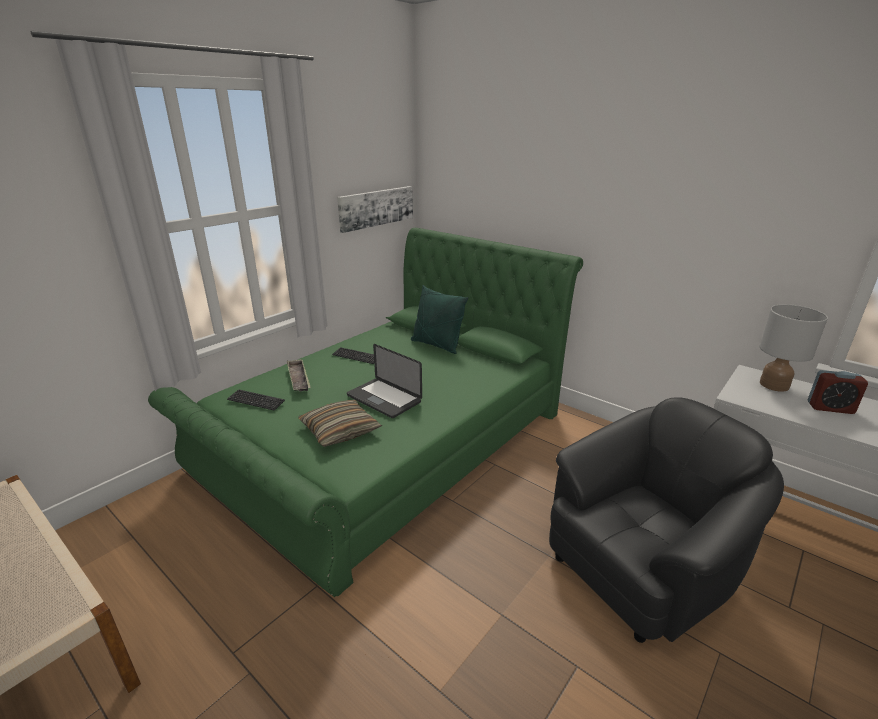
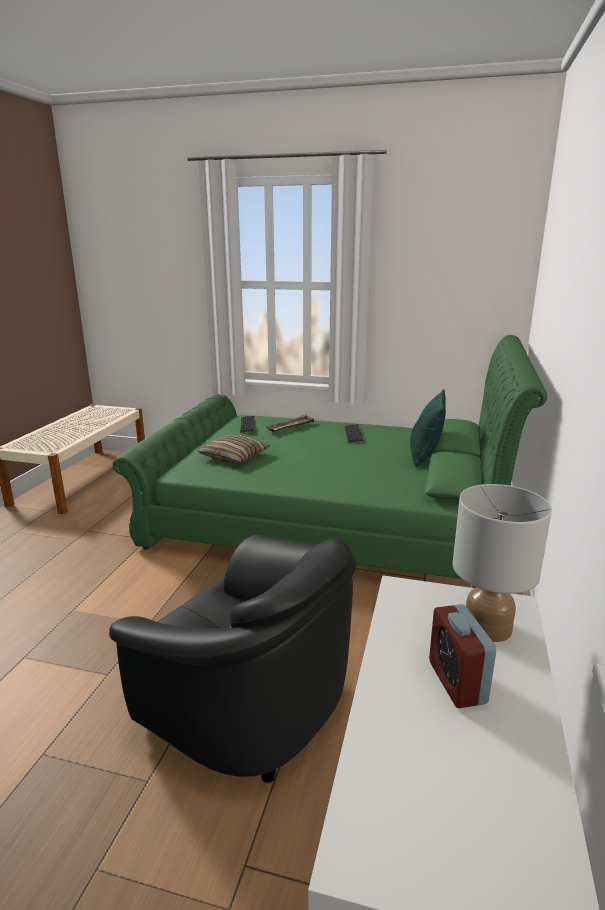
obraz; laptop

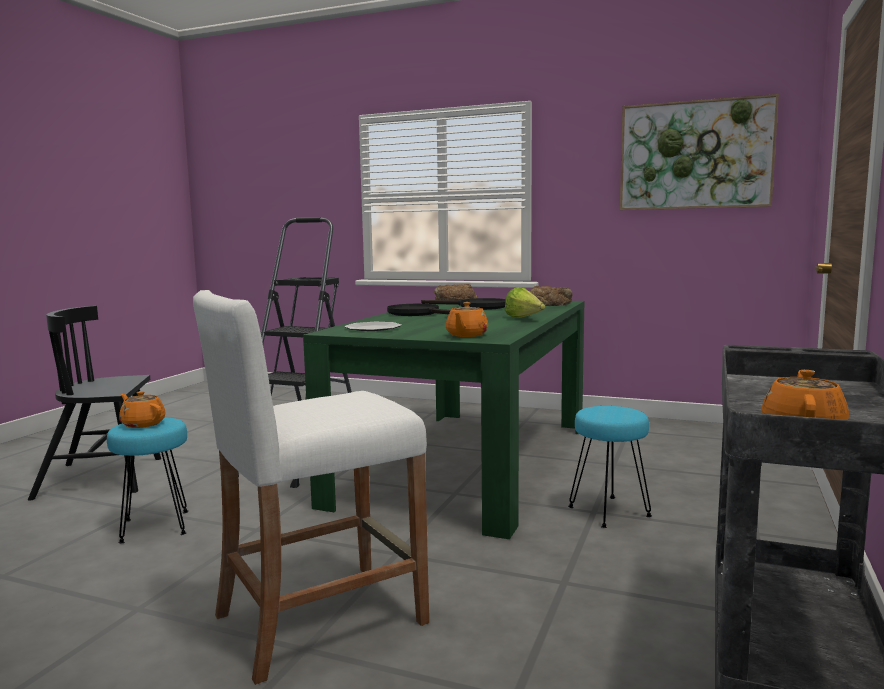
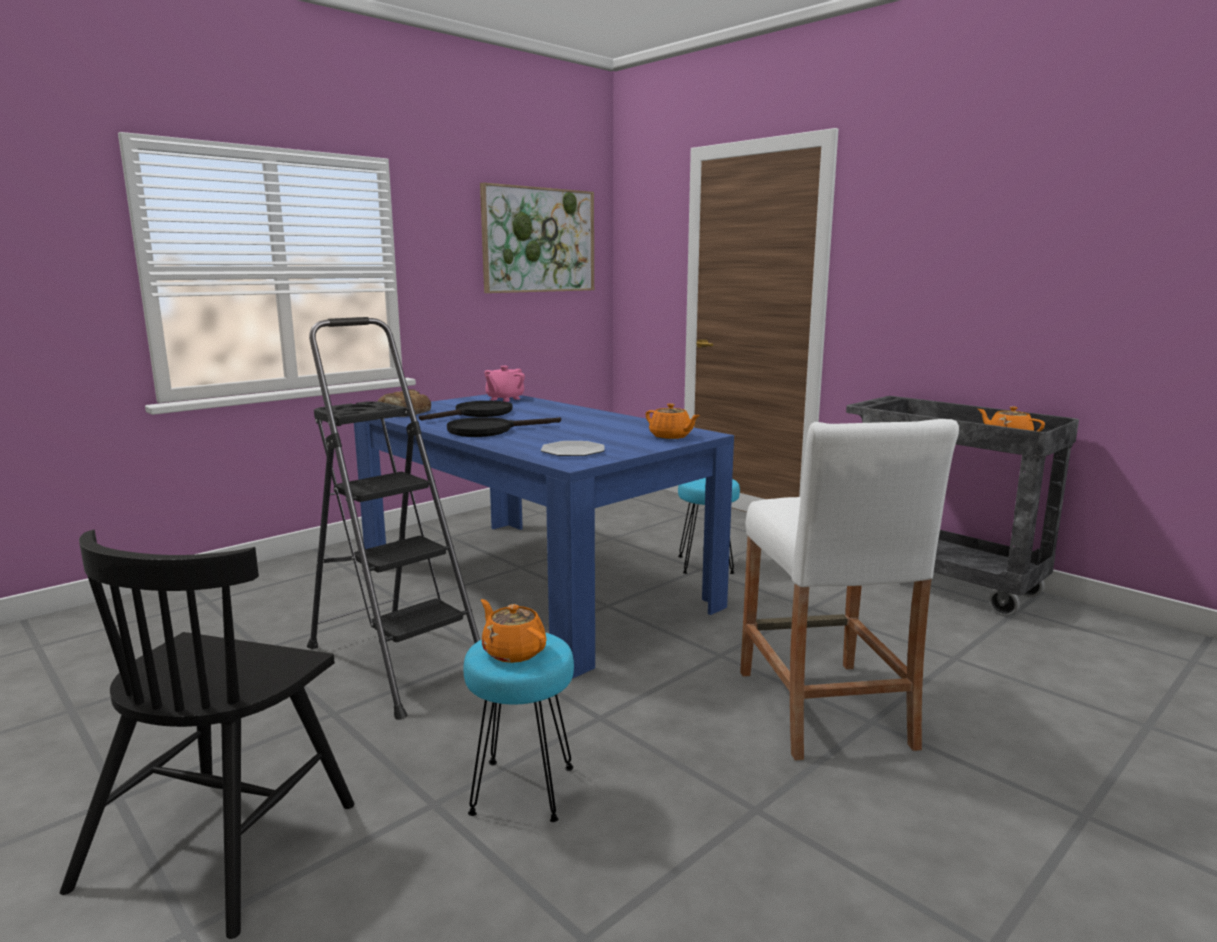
imbryk (różowy); sałata; stół jadalny (niebieski); imbryk (pomarańczowy) (1st from left)

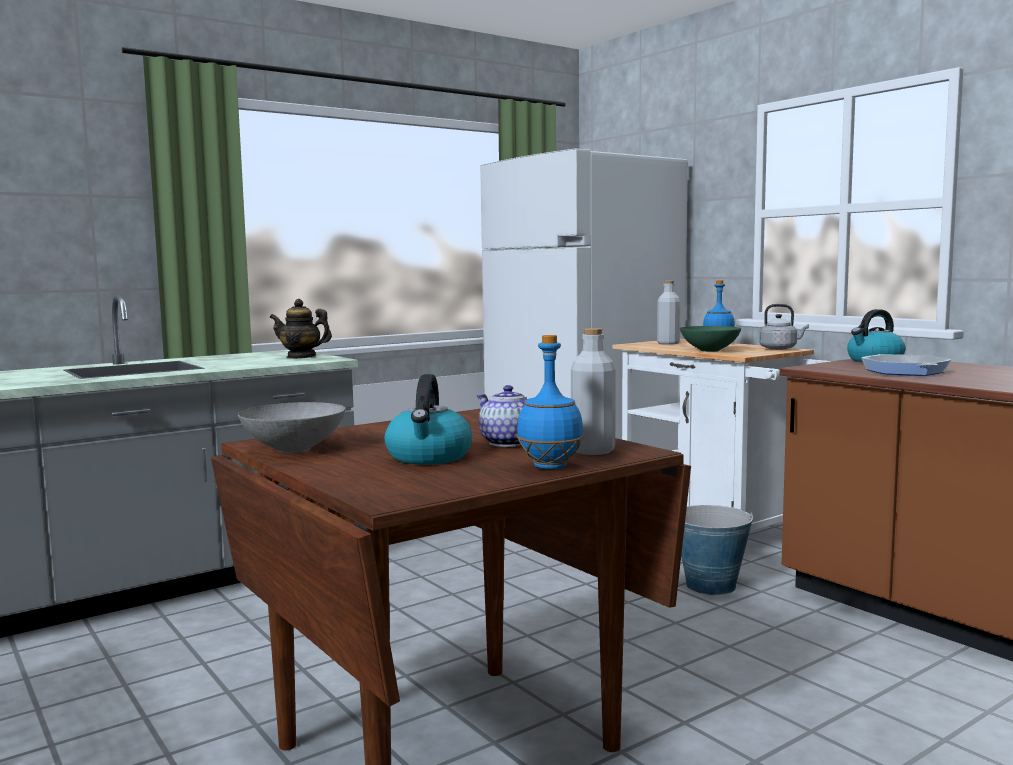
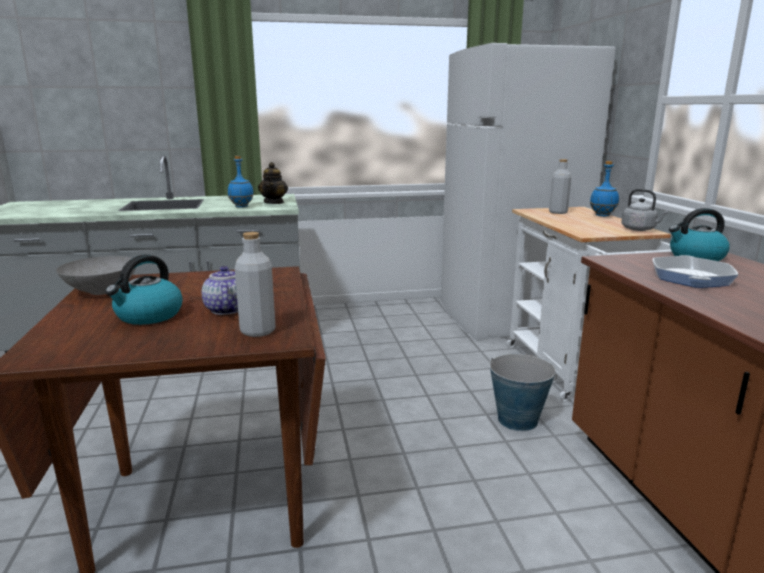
imbryk (2nd from left); miska (zielony); butelka (niebieski) (1st from left)

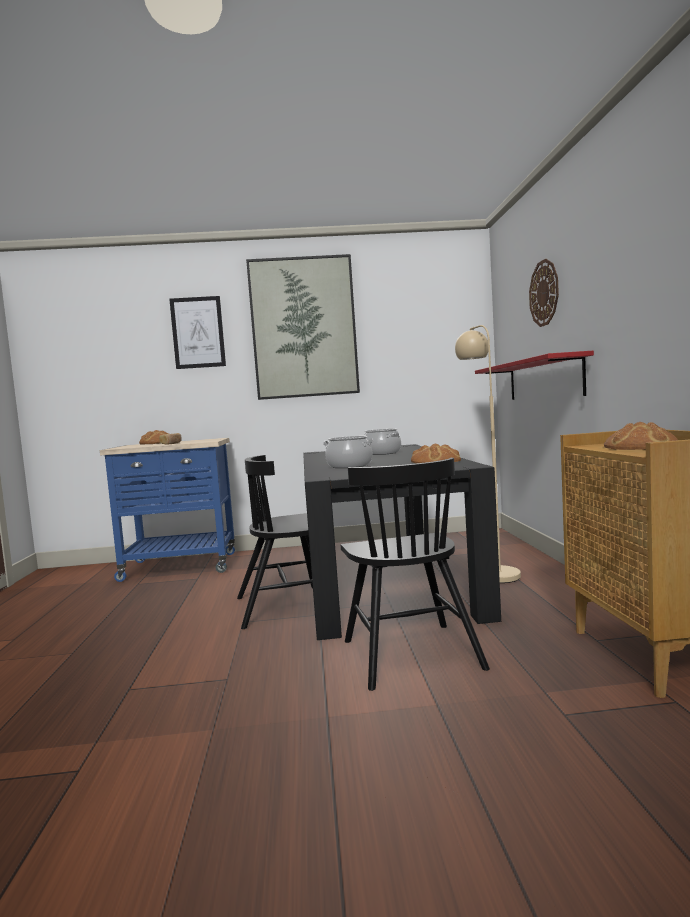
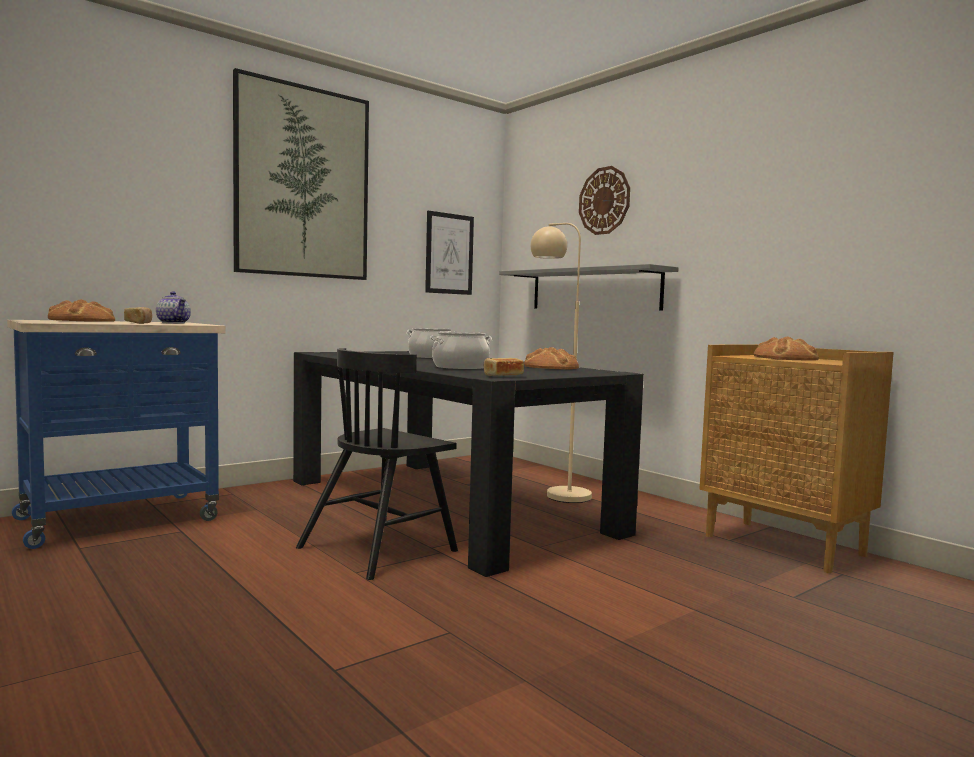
obraz (2nd from left); półka (szary); krzesło (czarny) (2nd from left in the first image); imbryk; chleb (3rd from left)

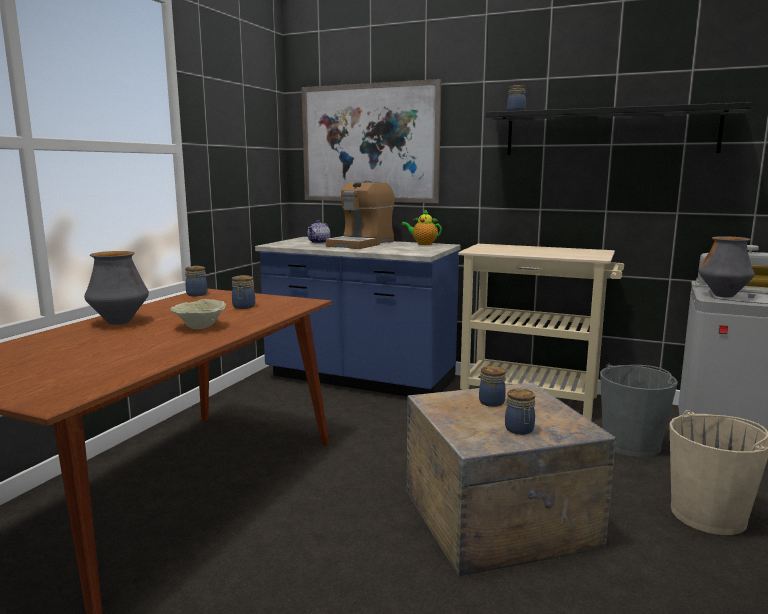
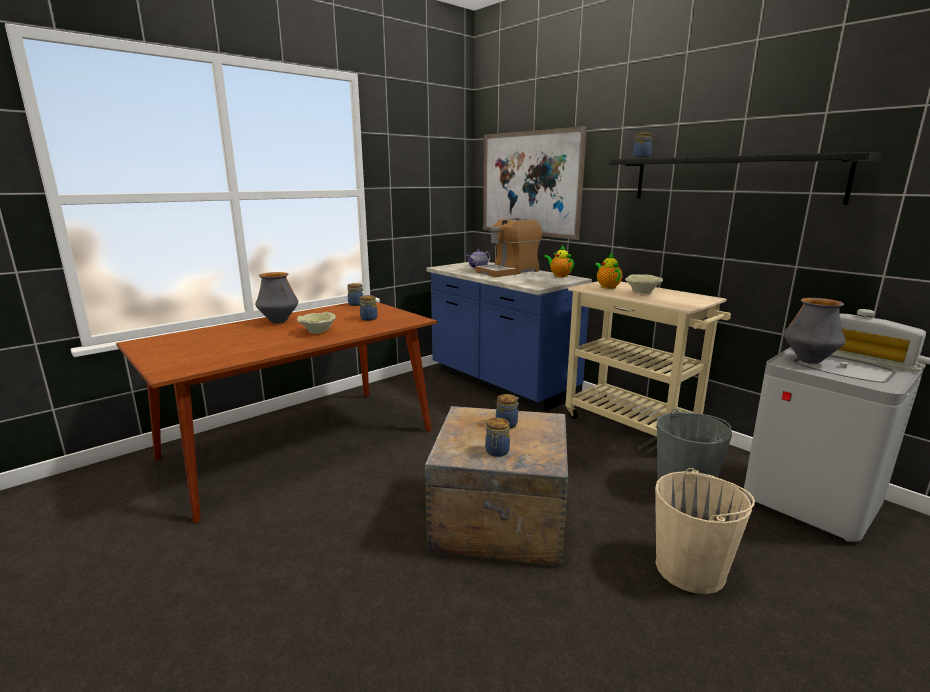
imbryk (3rd from left); miska (beżowy) (2nd from left)

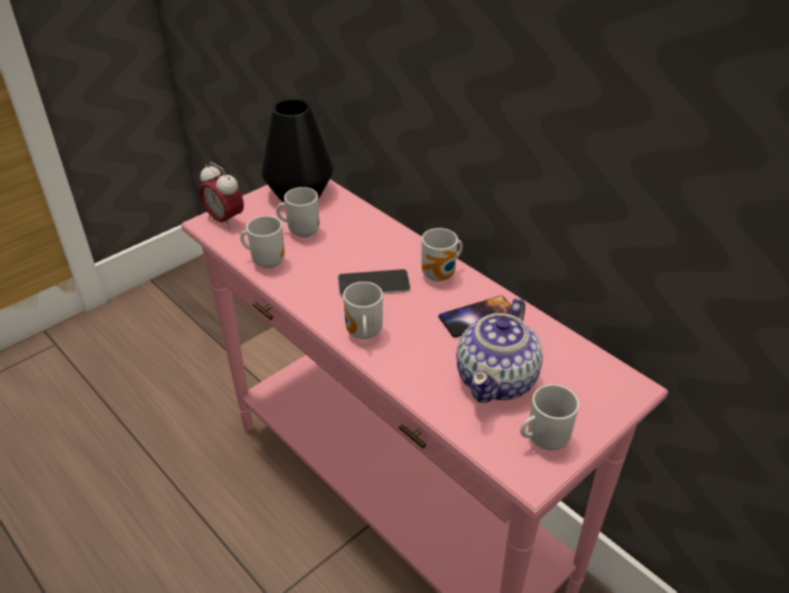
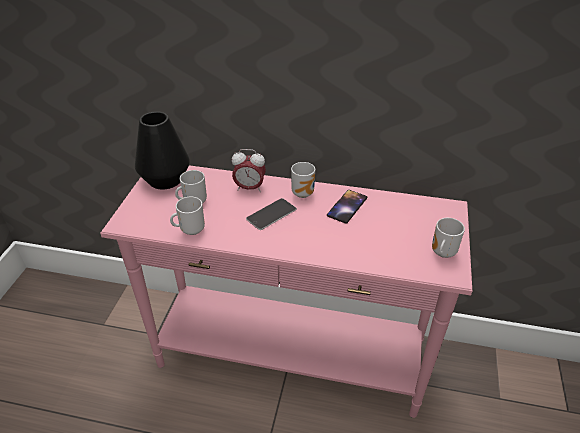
budzik; kubek (3rd from left in the first image); imbryk

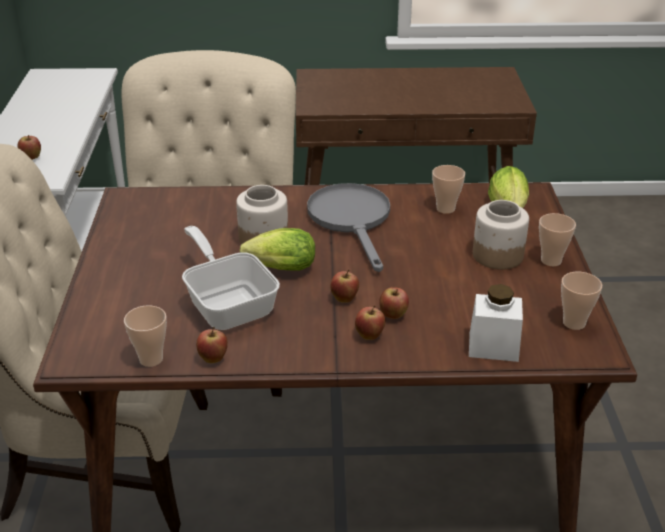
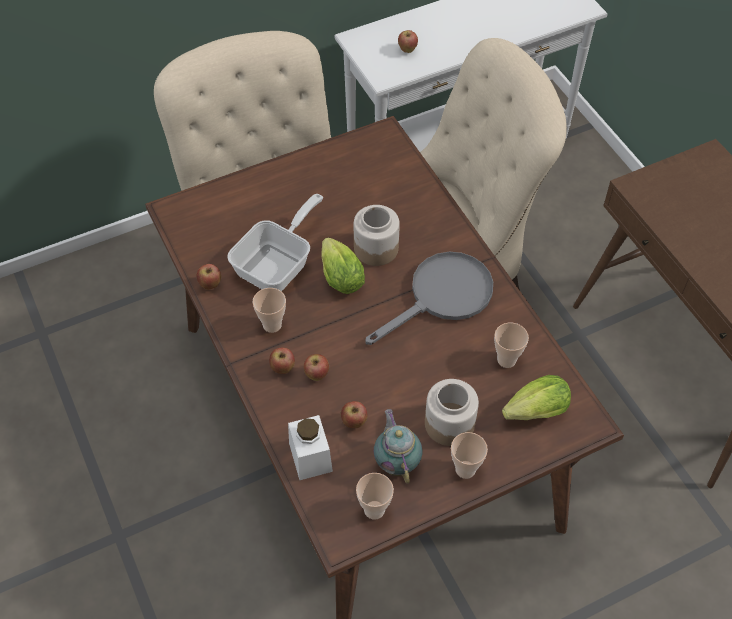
jabłko (4th from left); filiżanka (1st from left); imbryk

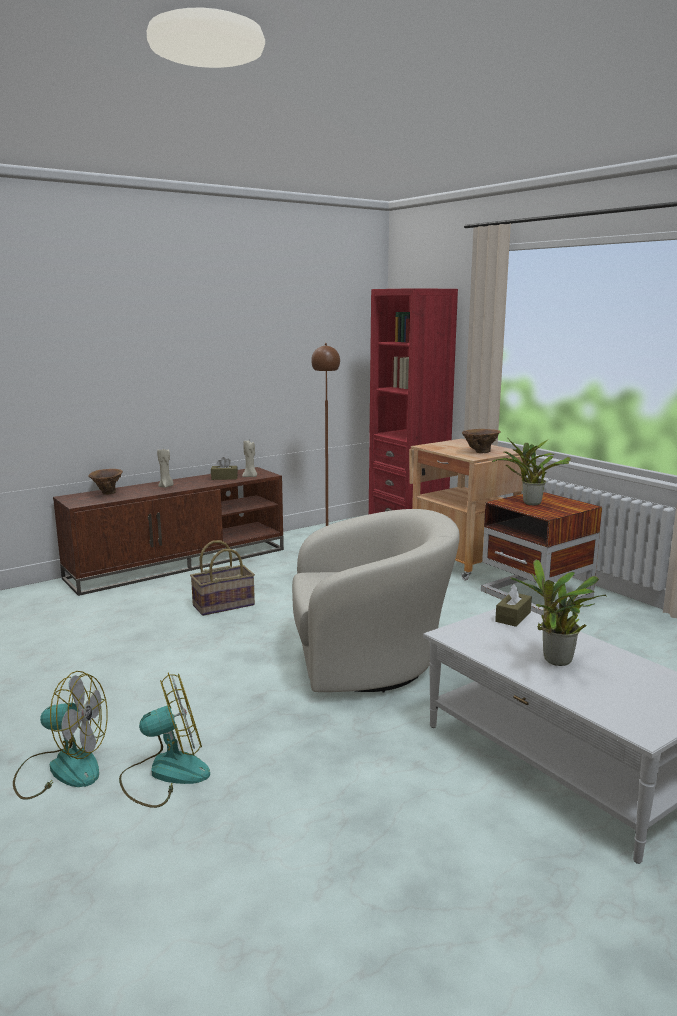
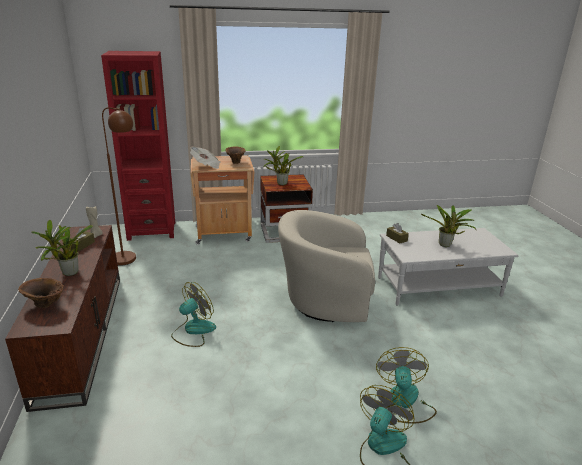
roślina doniczkowa (1st from left); fotel (beżowy); wentylator (1st from left); gazeta

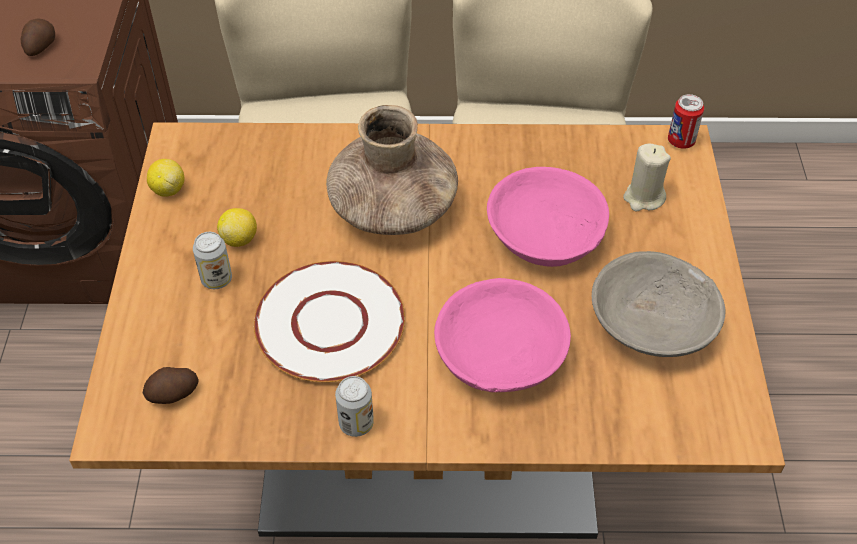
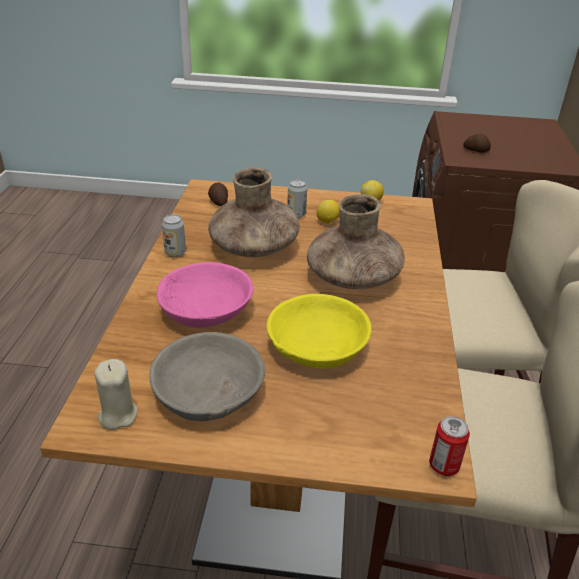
świeca (beżowy); miska (żółty); wazon (brązowy) (1st from left)

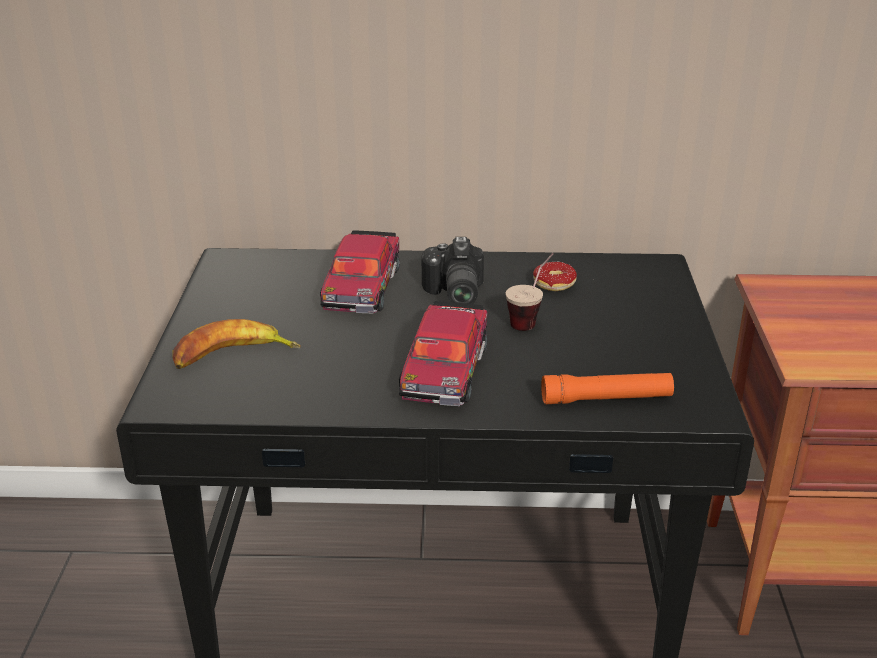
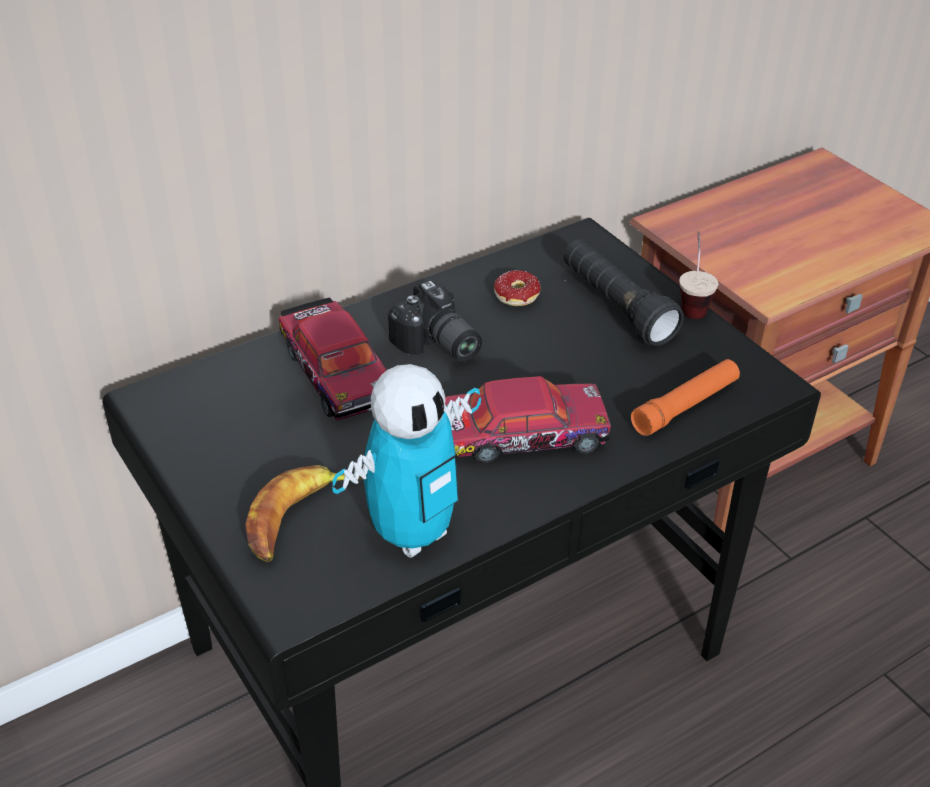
filiżanka; samochodzik (2nd from left); latarka (czarny); robot zabawkowy

